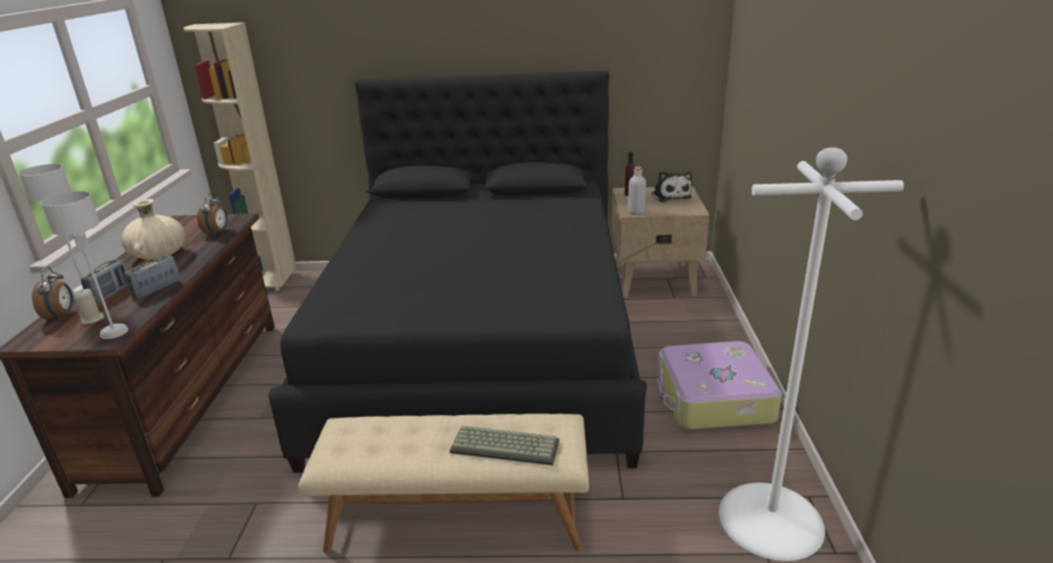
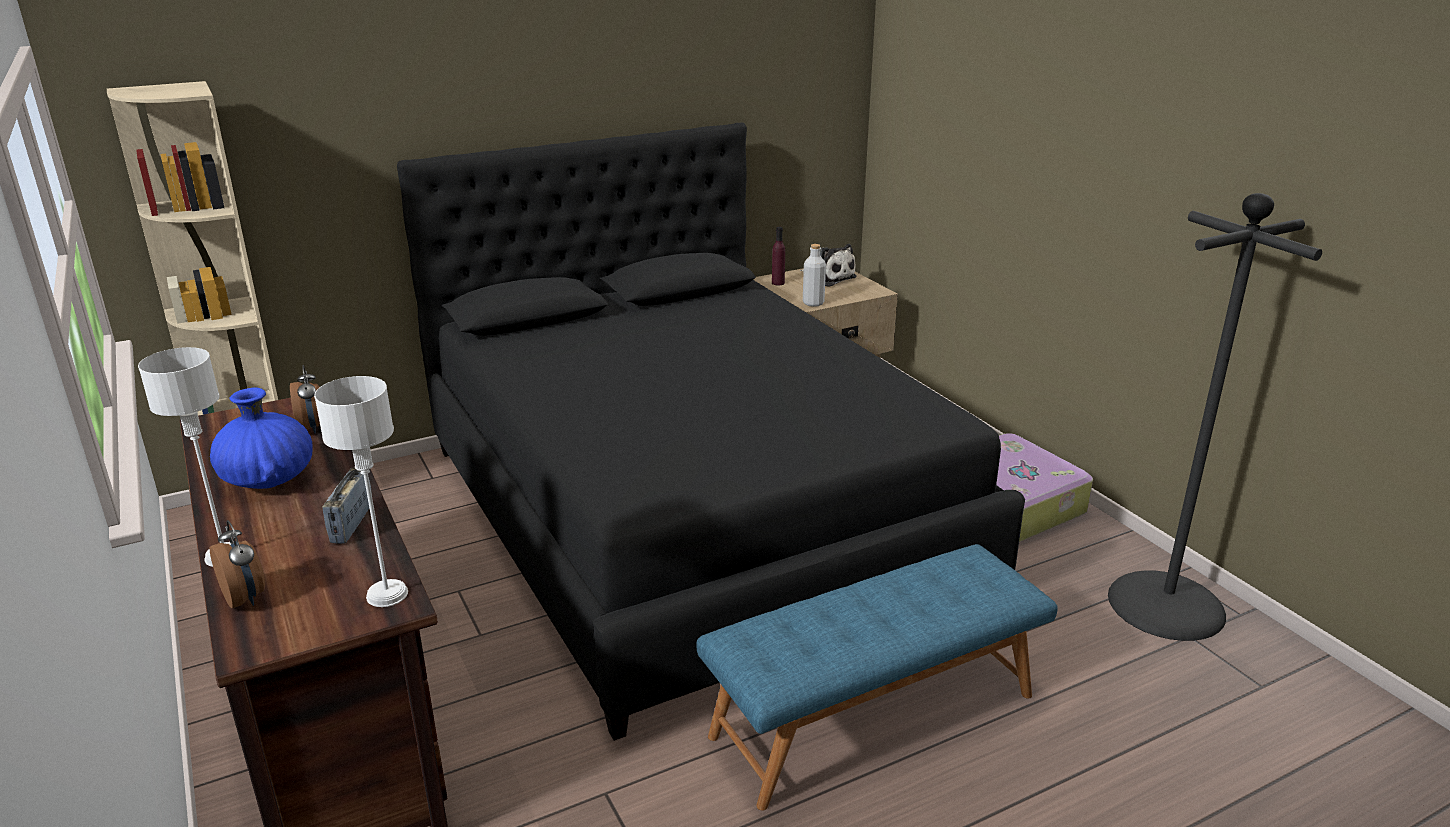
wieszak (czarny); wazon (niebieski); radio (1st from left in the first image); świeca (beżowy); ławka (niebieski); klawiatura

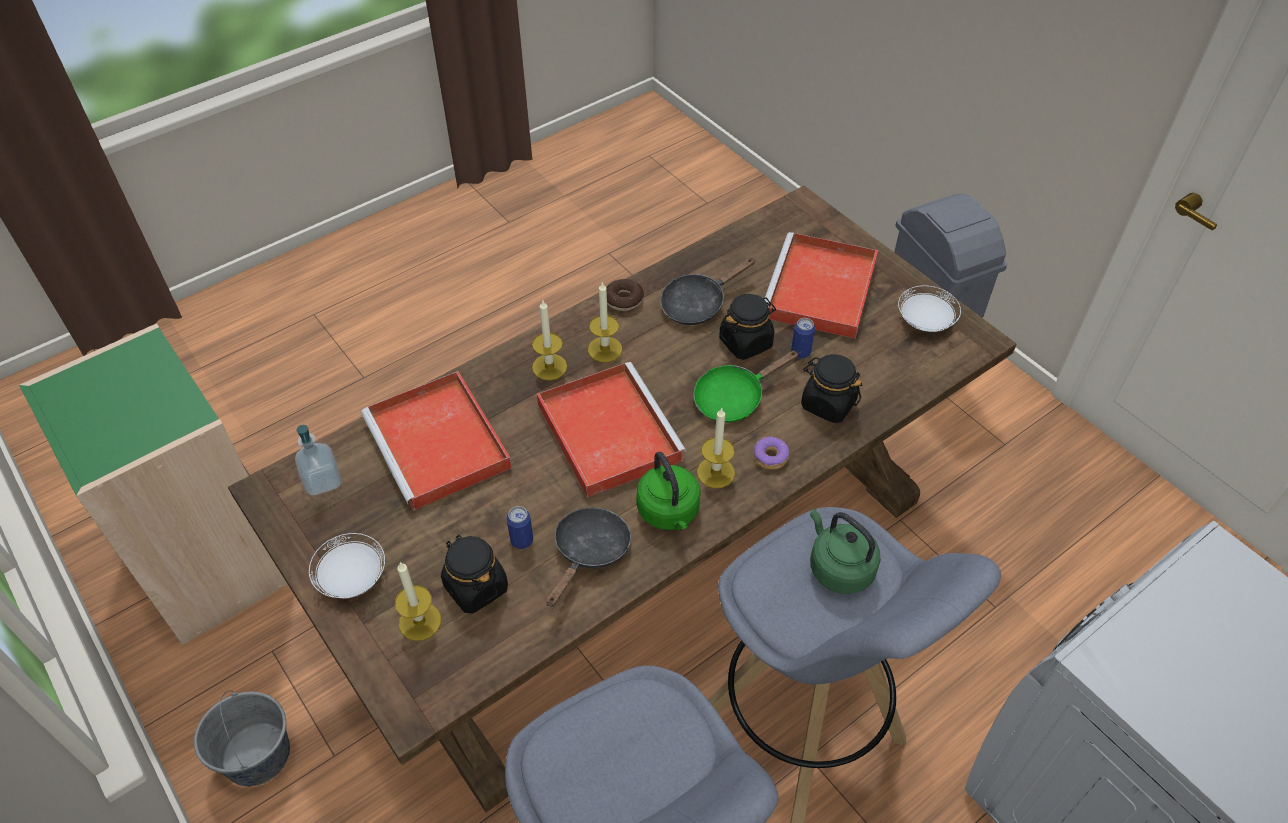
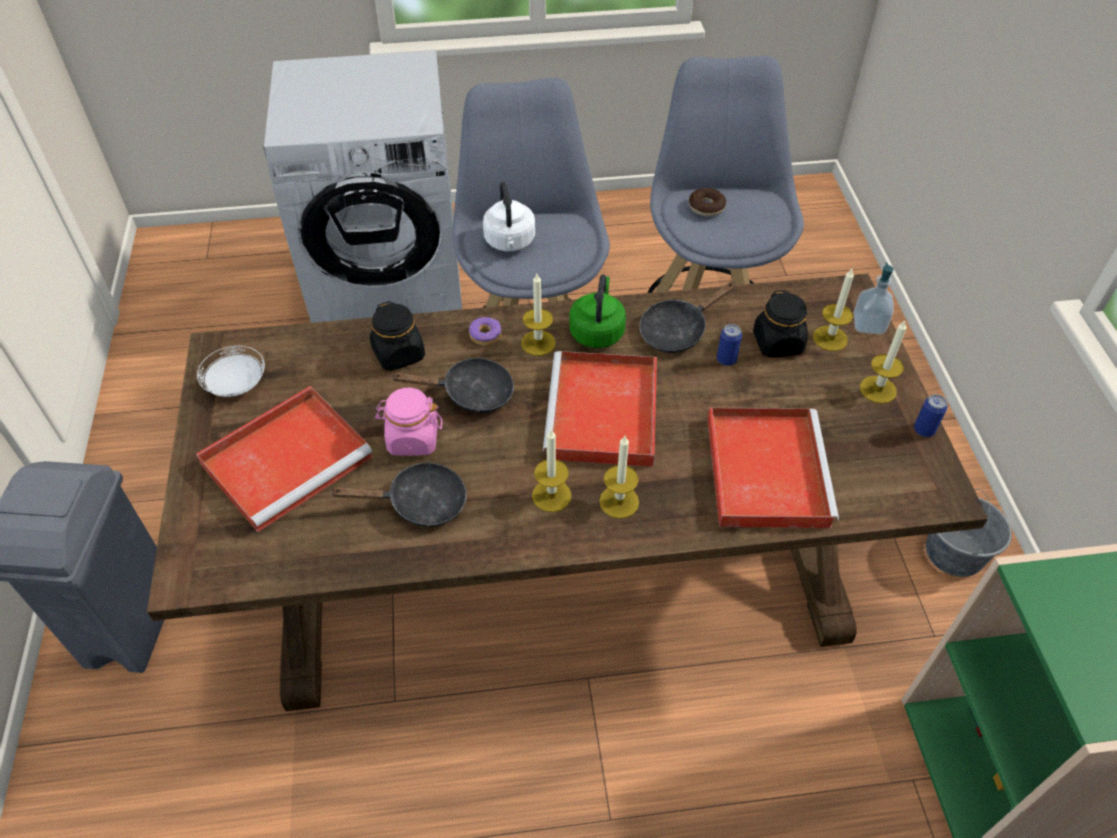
donut (2nd from left); słoik (różowy); puszka (2nd from left); patelnia (czarny) (2nd from left); dozownik mydła; czajnik (biały); świeca (5th from left)

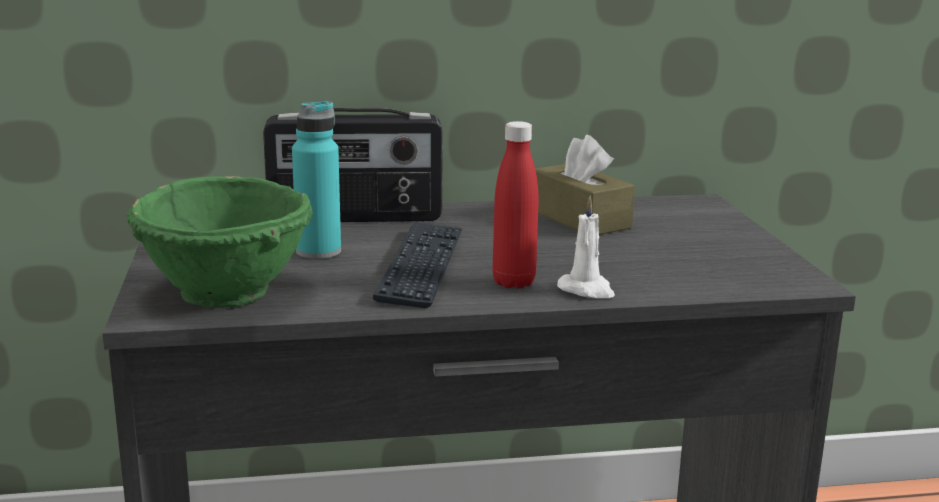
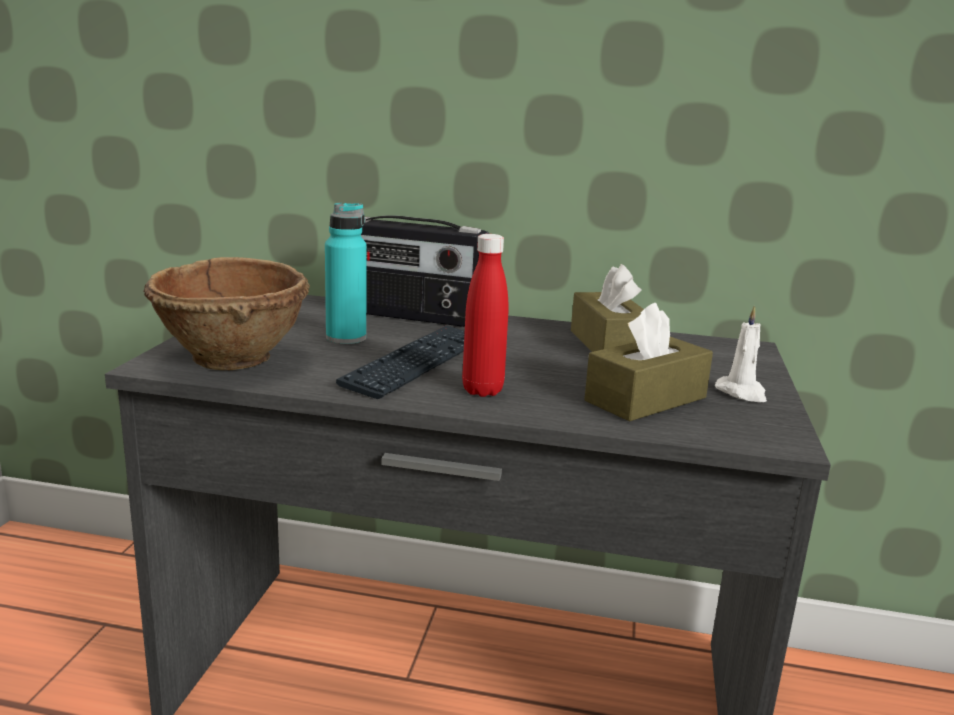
miska (brązowy); świeca (biały); pudełko chusteczek (brązowy) (2nd from left)

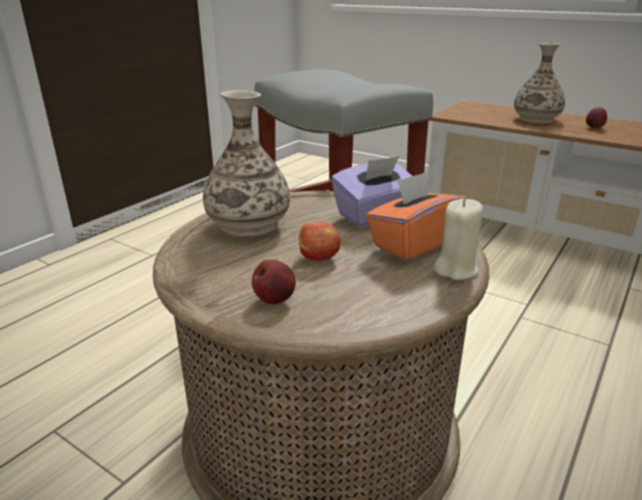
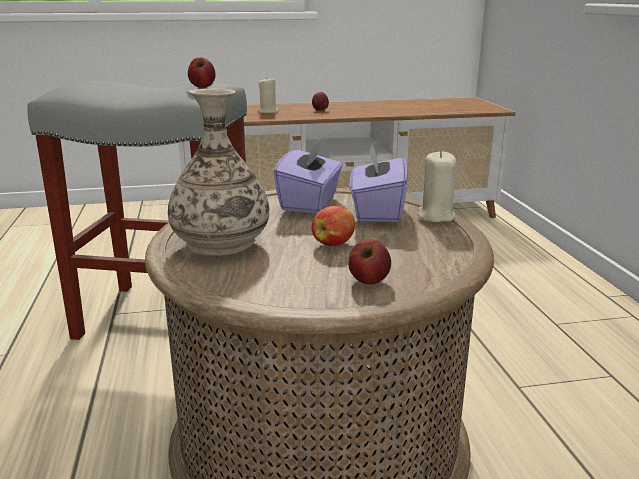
świeca (beżowy) (1st from left); pudełko chusteczek (fioletowy) (2nd from left); jabłko (1st from left)

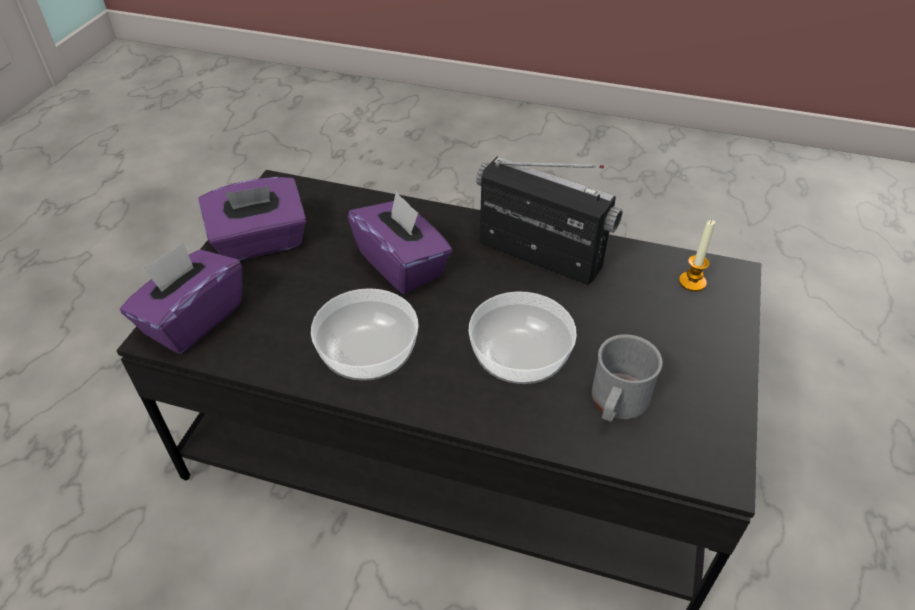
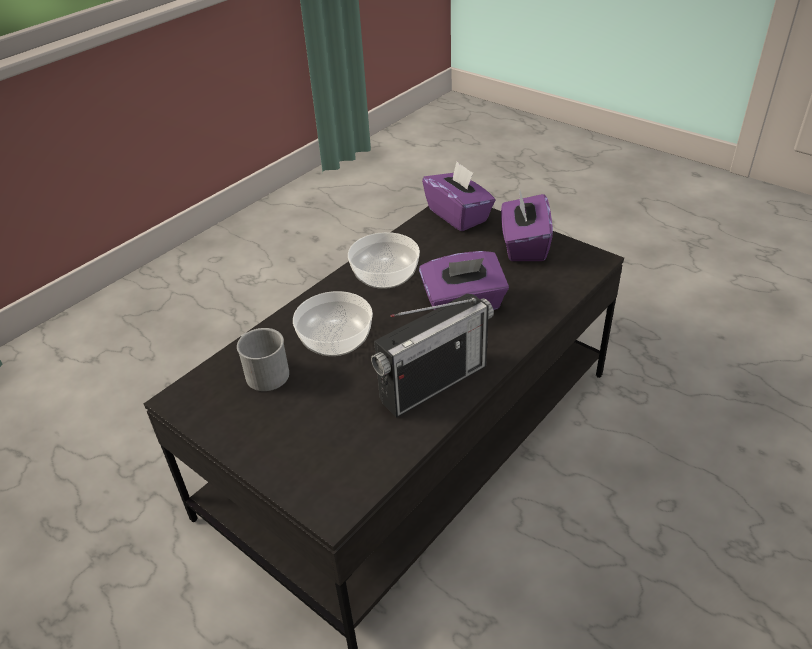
świeca

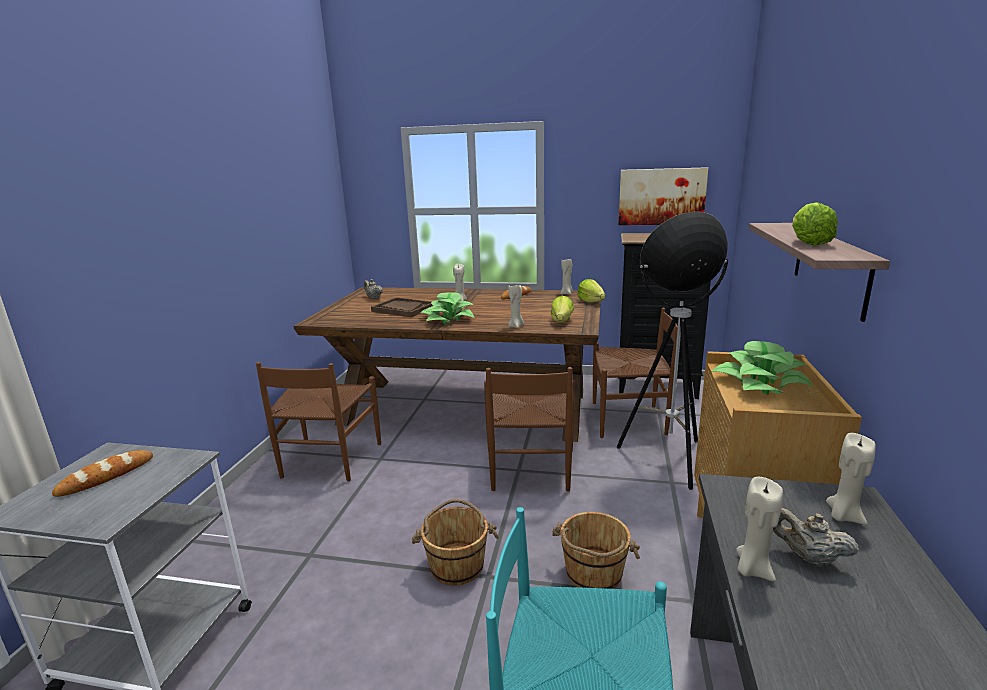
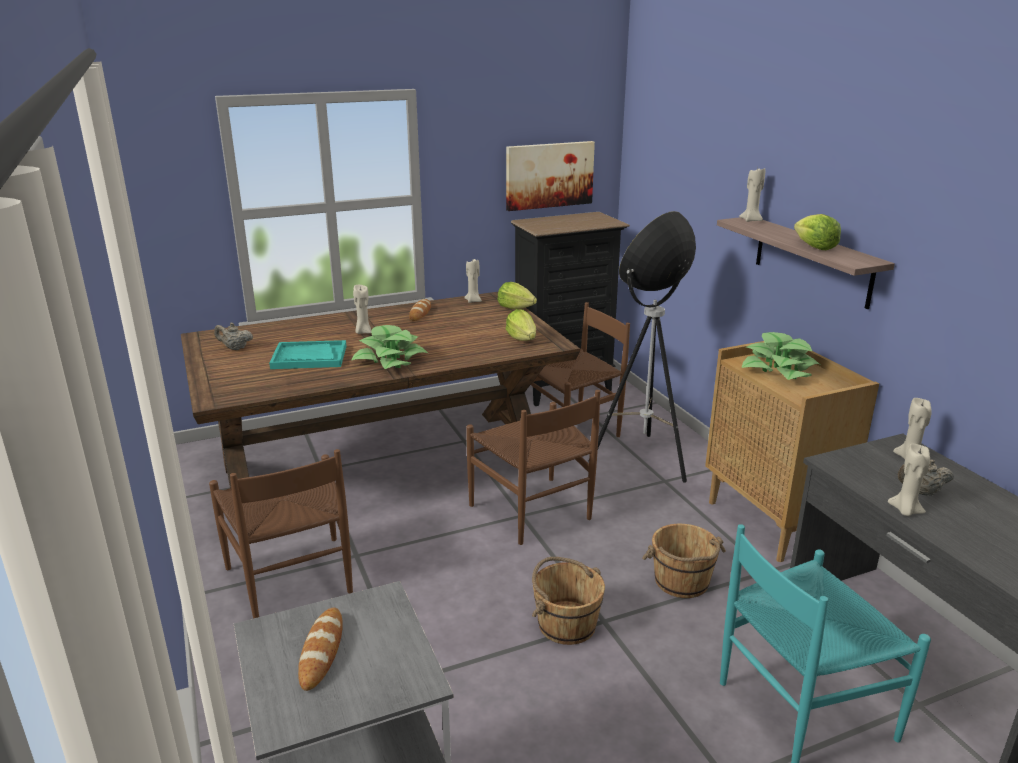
świeca (beżowy) (3rd from left); taca (turkusowy)

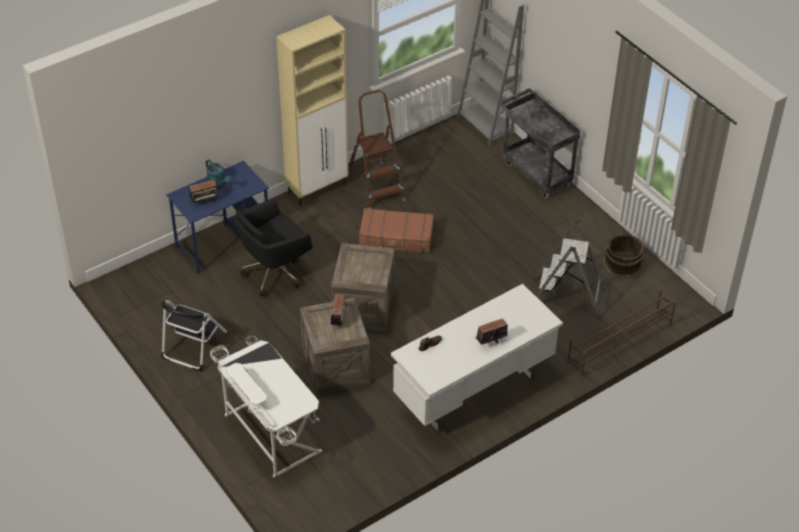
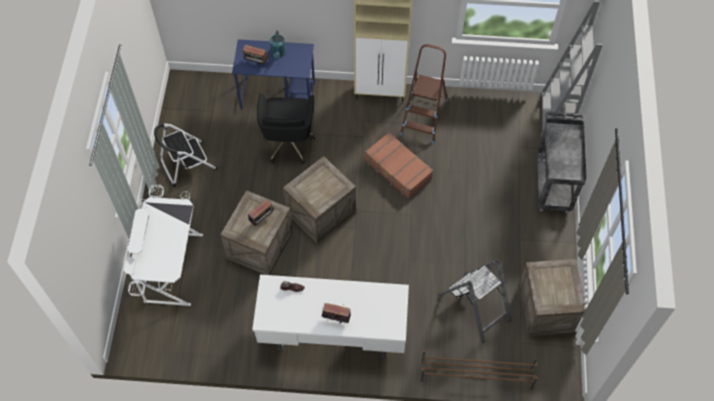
krzesło biurowe (czarny); skrzynka (3rd from left)

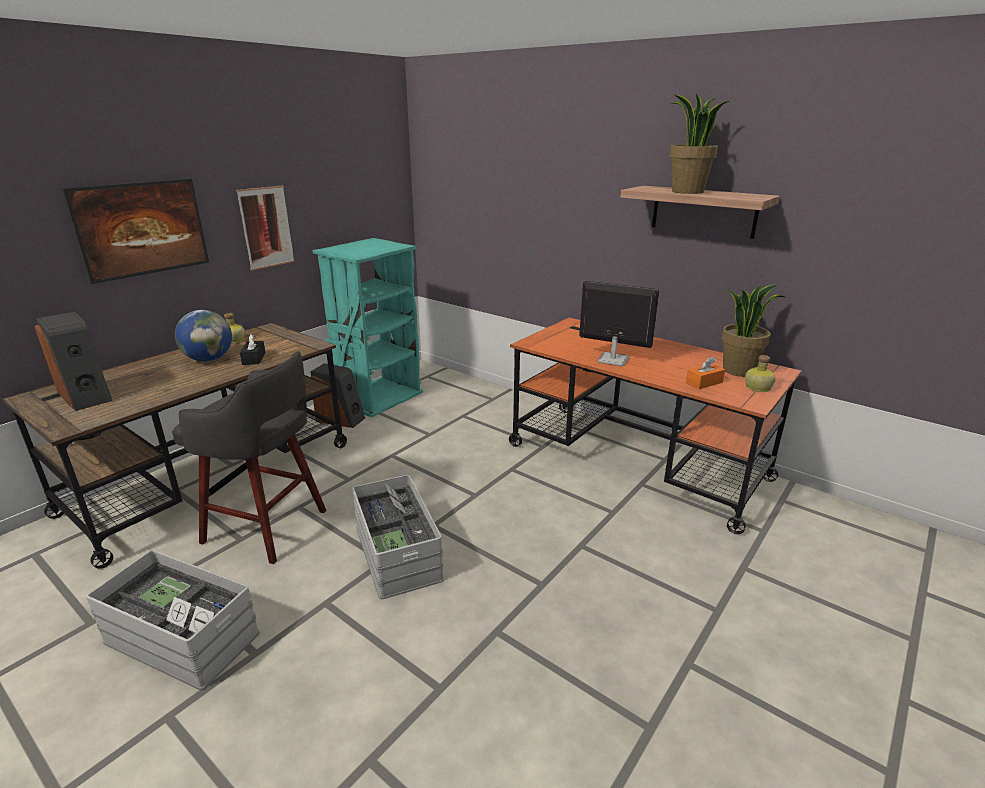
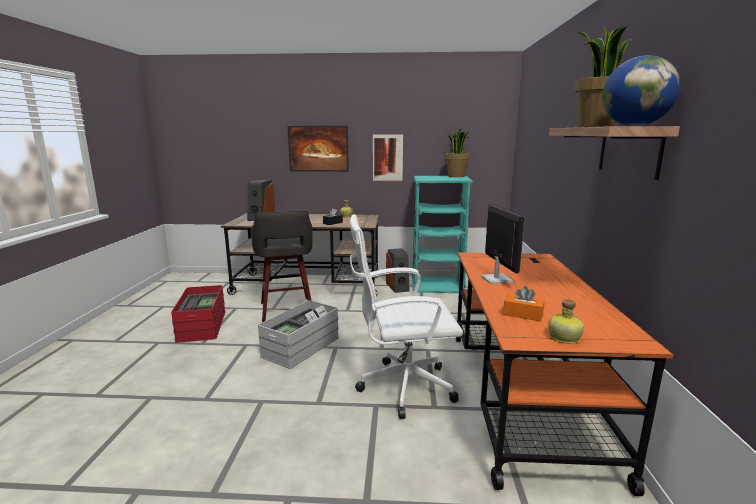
roślina doniczkowa (1st from left); globus; pojemnik do przechowywania (czerwony); krzesło biurowe (biały)

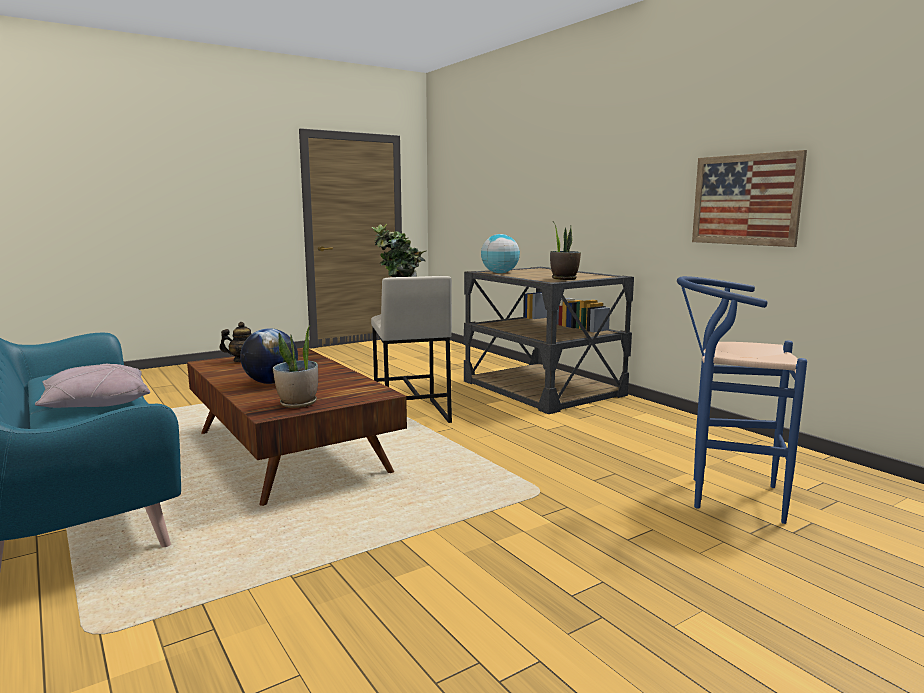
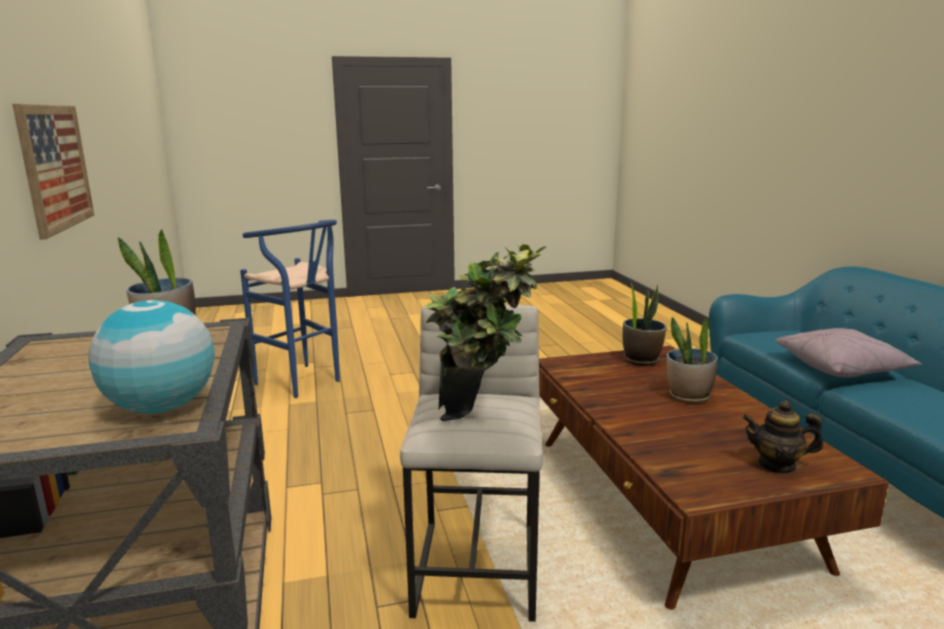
roślina doniczkowa (4th from left)

